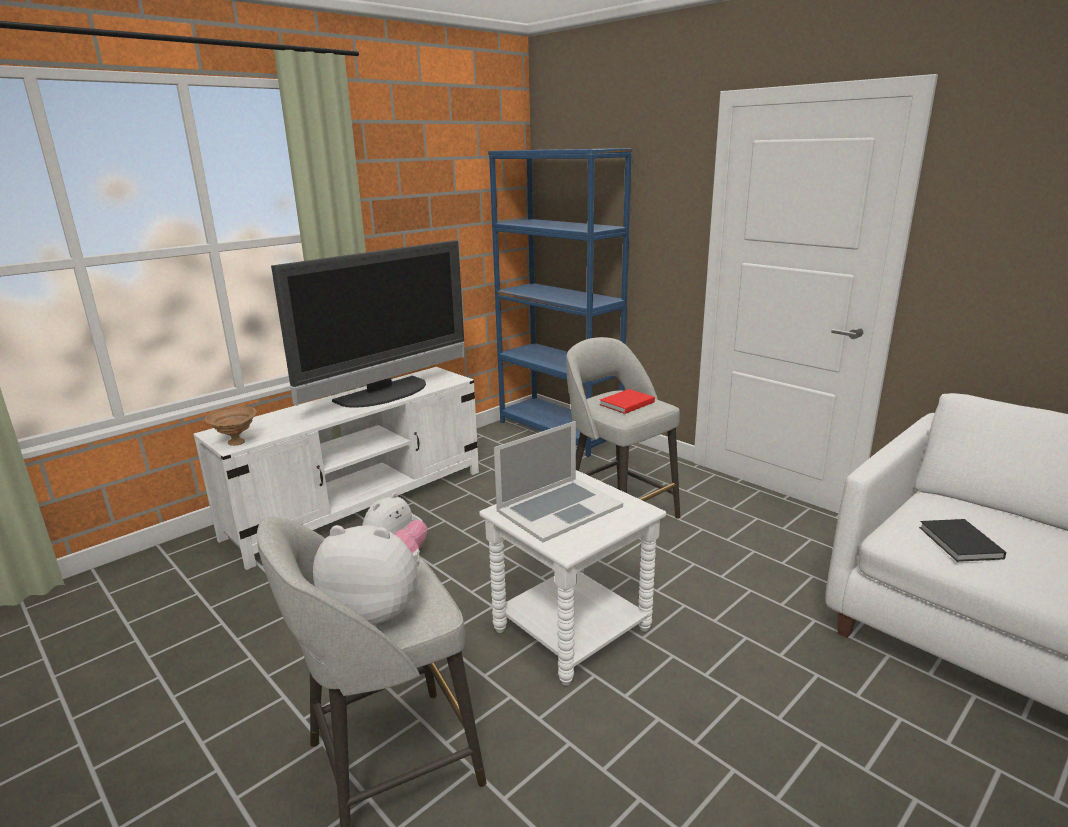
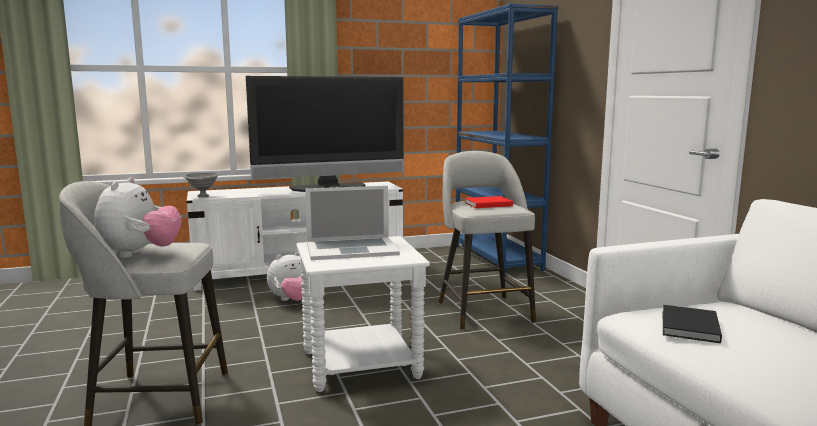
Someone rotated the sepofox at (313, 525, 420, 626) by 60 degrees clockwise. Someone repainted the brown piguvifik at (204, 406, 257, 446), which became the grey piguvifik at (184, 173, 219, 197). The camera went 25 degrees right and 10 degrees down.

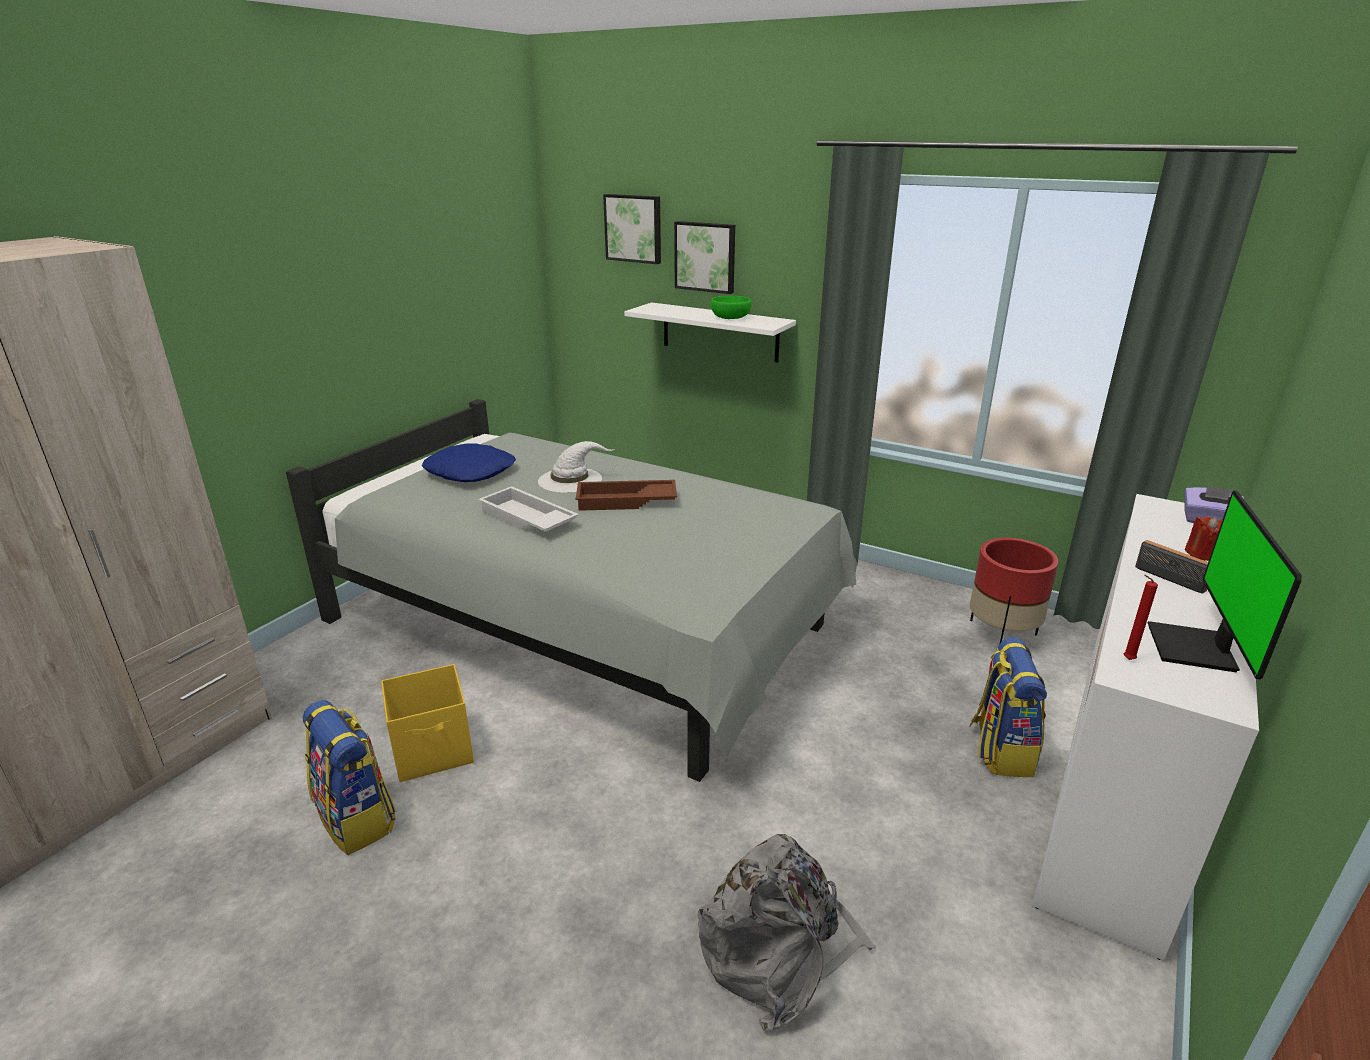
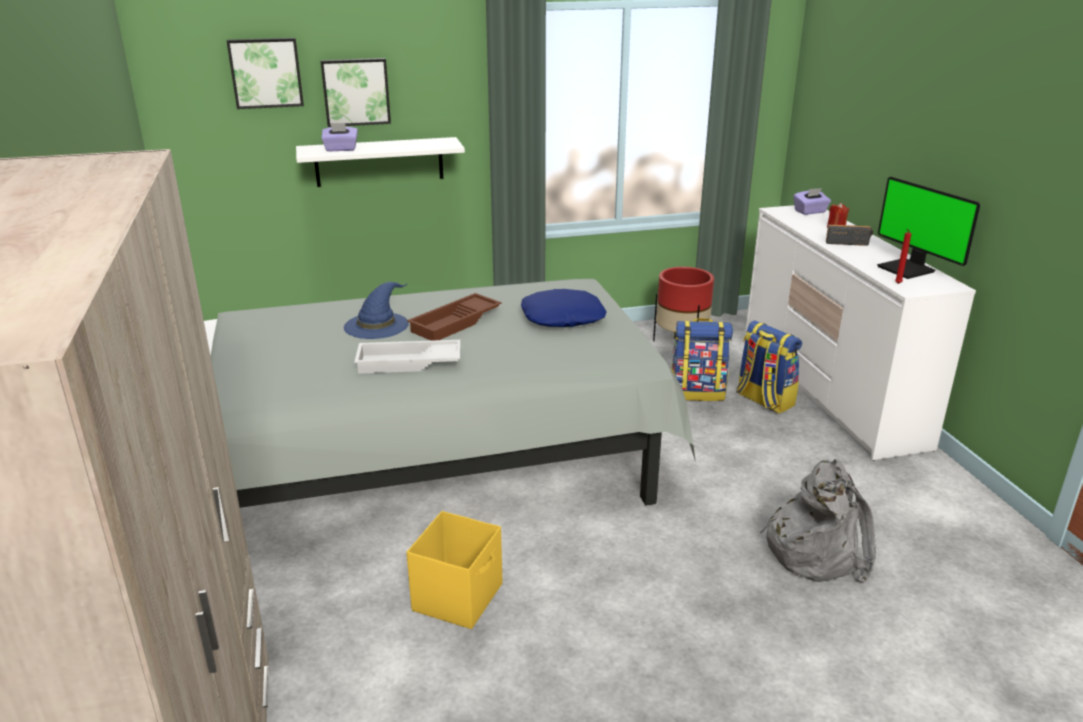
Someone put down the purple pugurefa at (321, 123, 358, 151). Someone repainted the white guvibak at (538, 441, 615, 493), which became the blue guvibak at (344, 282, 409, 339). Someone carried the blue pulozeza from (422, 443, 516, 482) to (521, 289, 607, 327). Someone carried the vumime from (303, 700, 396, 855) to (672, 318, 733, 401). Someone took away the green piguvifik at (711, 296, 751, 319). The camera went 45 degrees left and 0 degrees up.

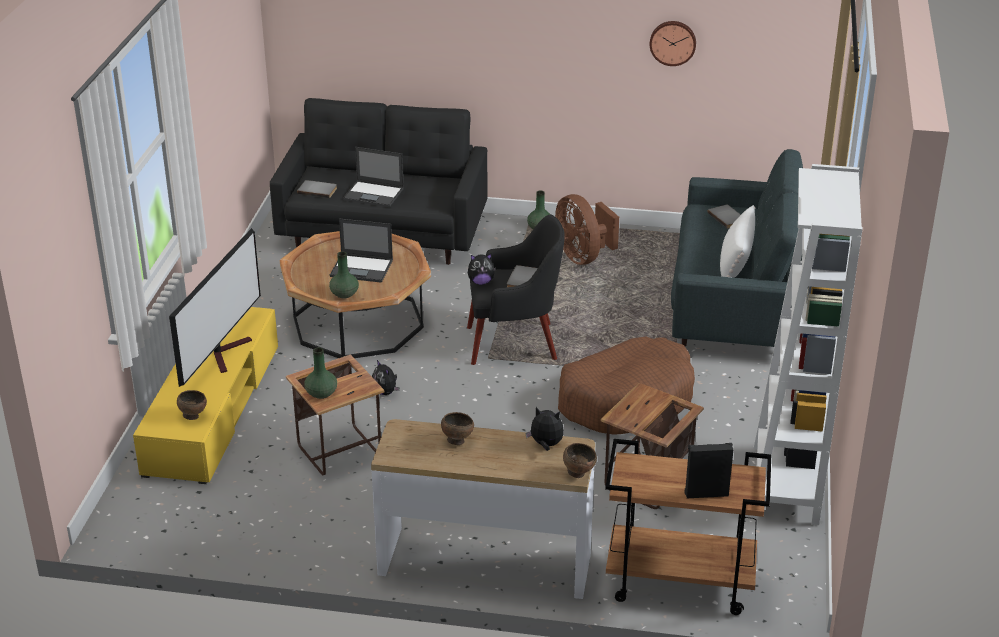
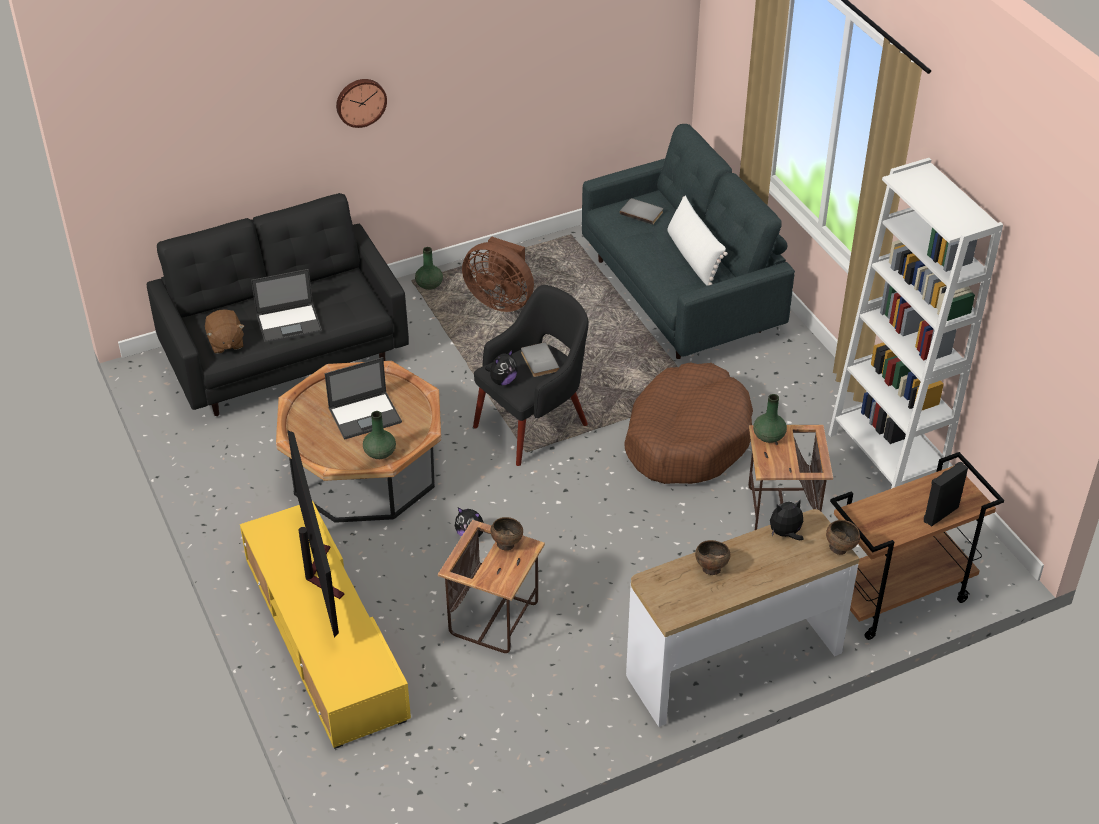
Someone swapped the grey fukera at (297, 180, 337, 198) for the brown sepofox at (205, 309, 244, 354). Someone carried the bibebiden from (650, 21, 696, 66) to (336, 79, 387, 128). Someone carried the brown piguvifik from (177, 390, 207, 420) to (490, 517, 523, 550). Someone carried the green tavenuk from (304, 347, 337, 399) to (753, 394, 787, 443). The camera went 35 degrees left and 10 degrees up.

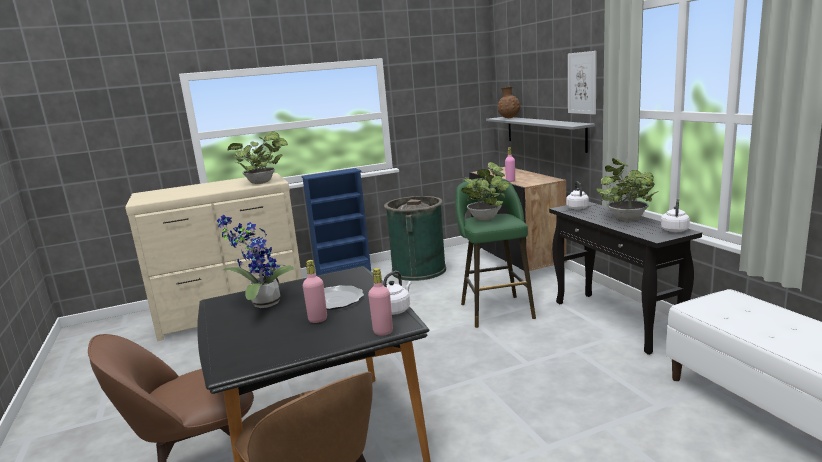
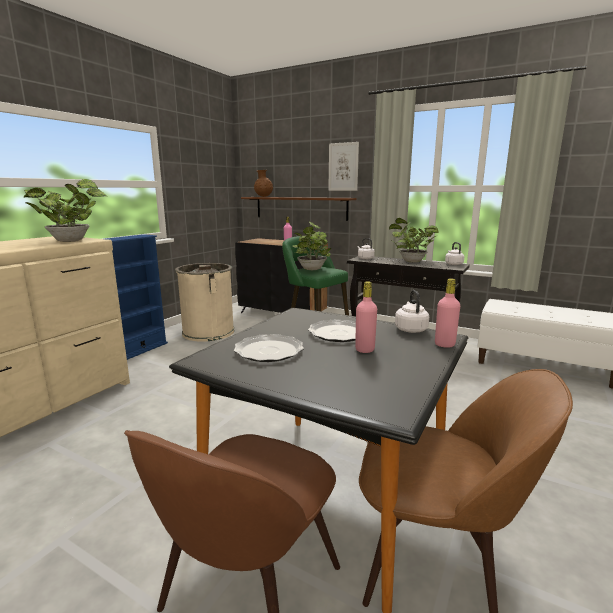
Someone repainted the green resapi at (384, 196, 446, 281), which became the beige resapi at (175, 263, 234, 342). Someone swapped the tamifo at (217, 215, 294, 308) for the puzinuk at (234, 334, 304, 362). Someone repainted the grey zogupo at (486, 117, 595, 153), which became the brown zogupo at (241, 197, 356, 221). The camera went 40 degrees left and 0 degrees up.

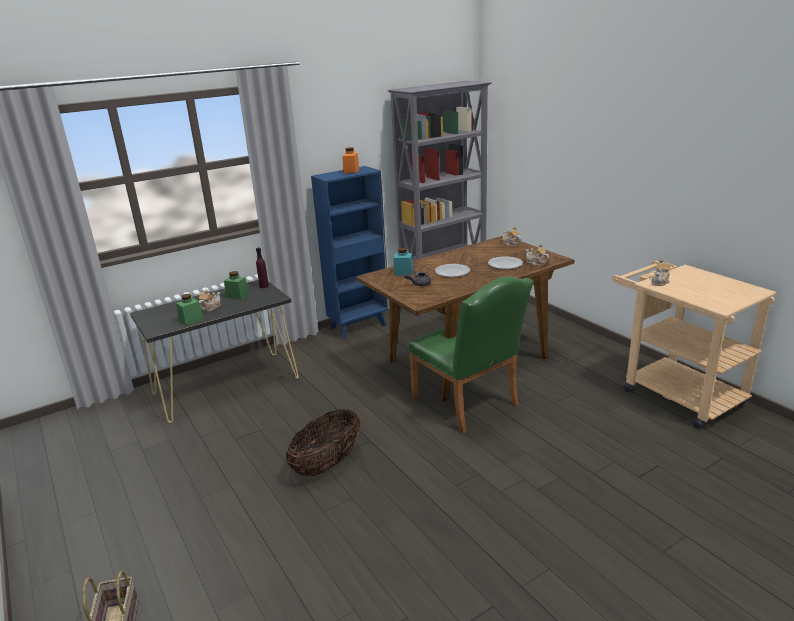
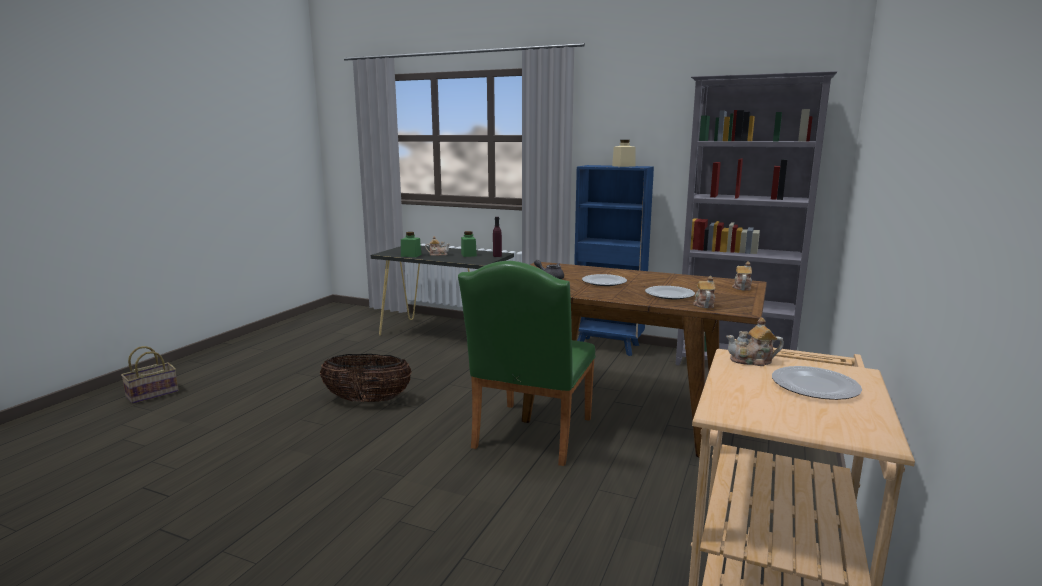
Someone repainted the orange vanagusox at (342, 147, 359, 173), which became the beige vanagusox at (612, 140, 636, 167). Someone put down the puzinuk at (772, 366, 862, 400). Someone took away the turquoise vanagusox at (394, 248, 413, 276). The camera went 55 degrees right and 10 degrees down.

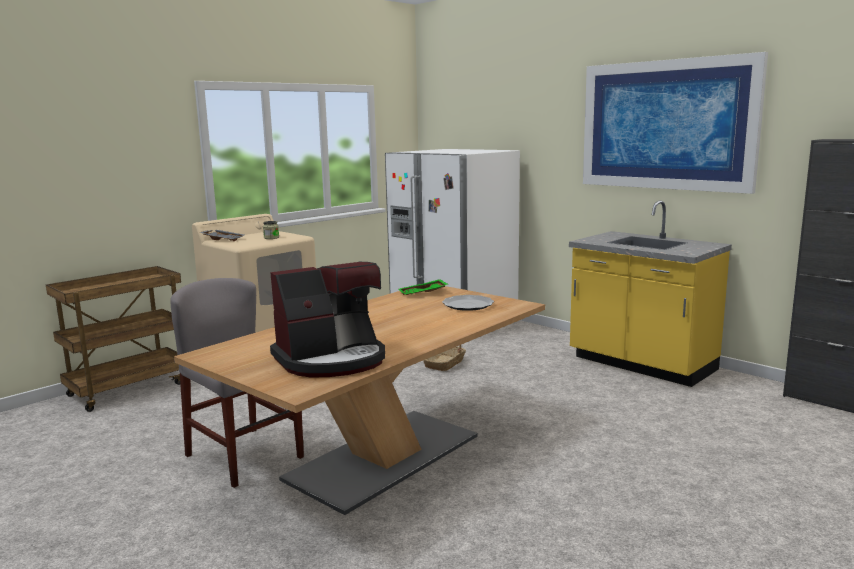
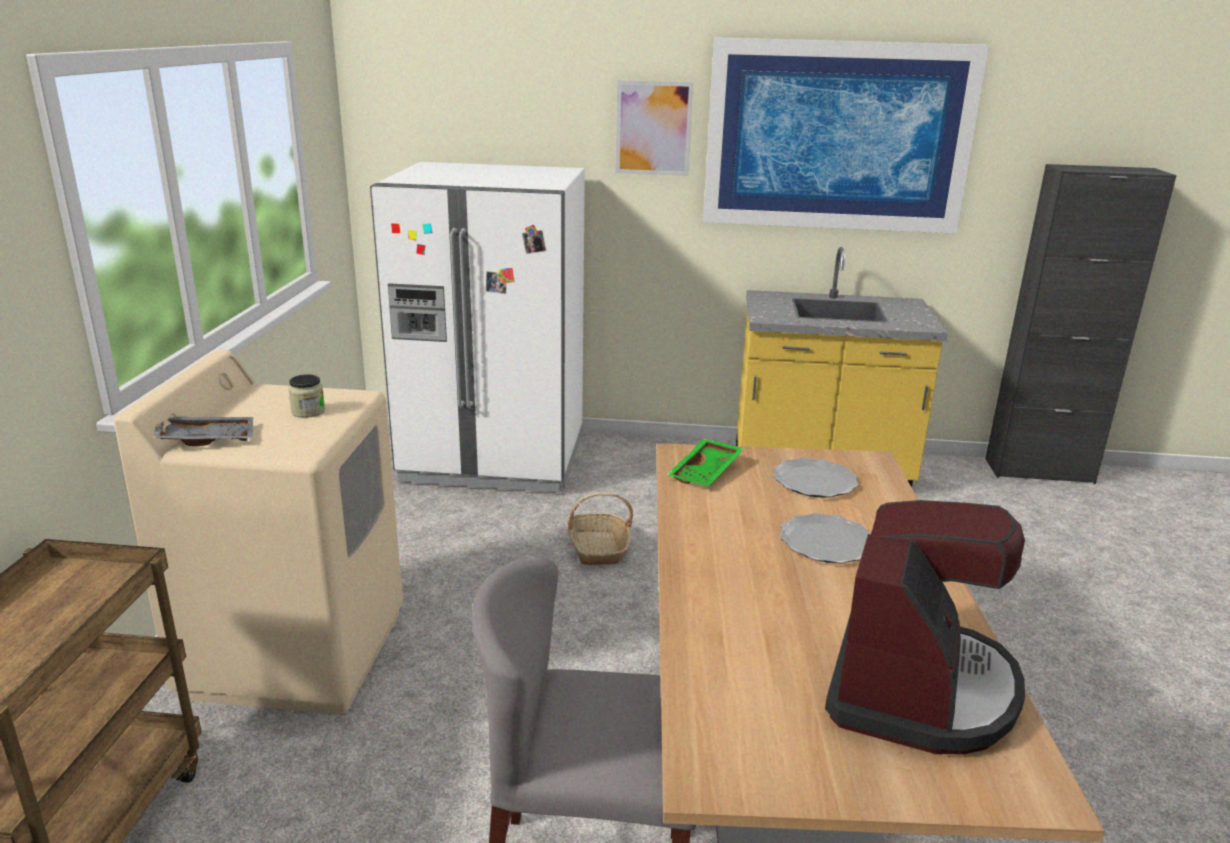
Someone put up the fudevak at (615, 80, 693, 176). Someone put down the puzinuk at (780, 513, 871, 563). The camera went 40 degrees left and 10 degrees up.

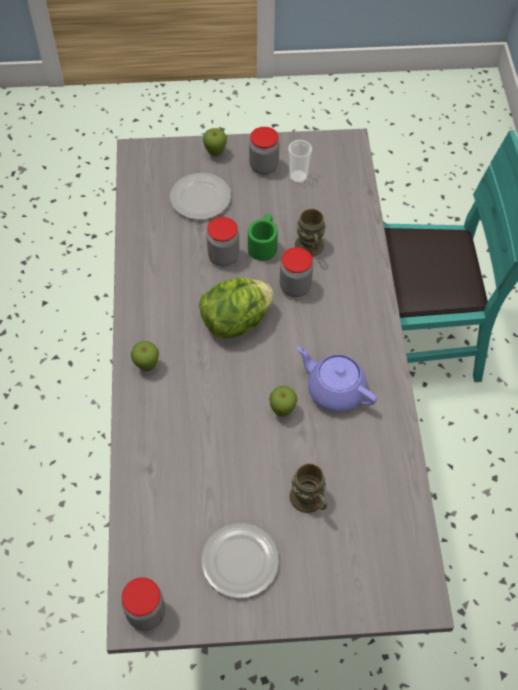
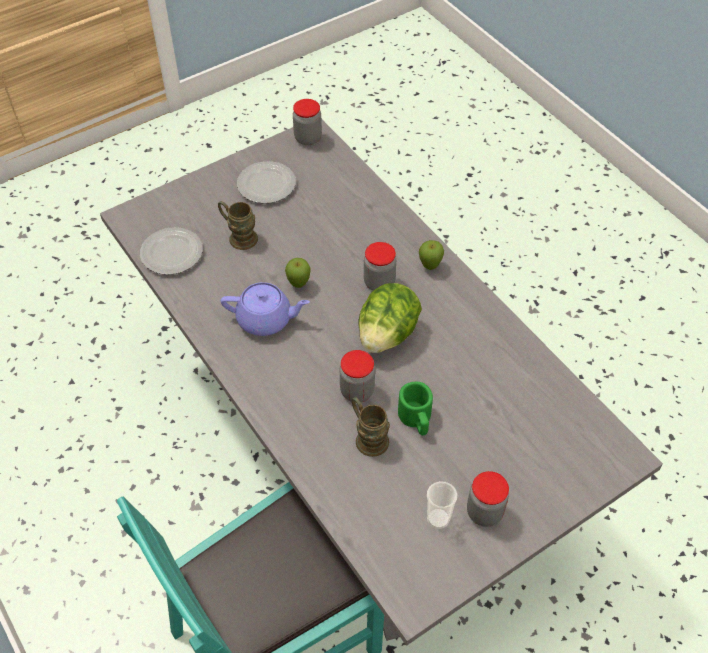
Someone carried the puzinuk from (170, 173, 231, 220) to (140, 227, 203, 275). Someone carried the vanagusox from (207, 217, 239, 266) to (364, 242, 396, 291). Someone took away the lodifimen at (203, 128, 227, 156). The camera went 150 degrees right and 5 degrees down.

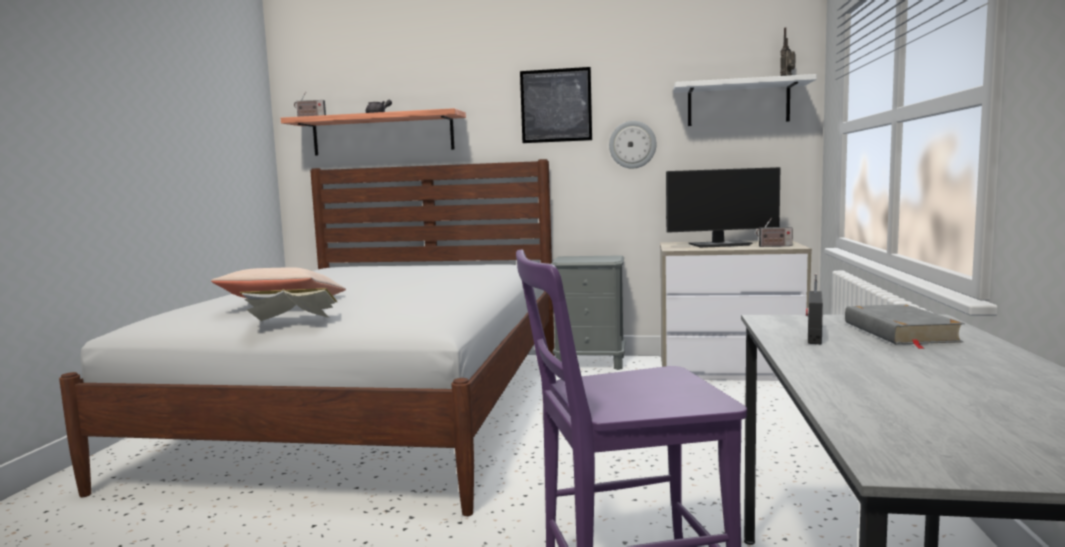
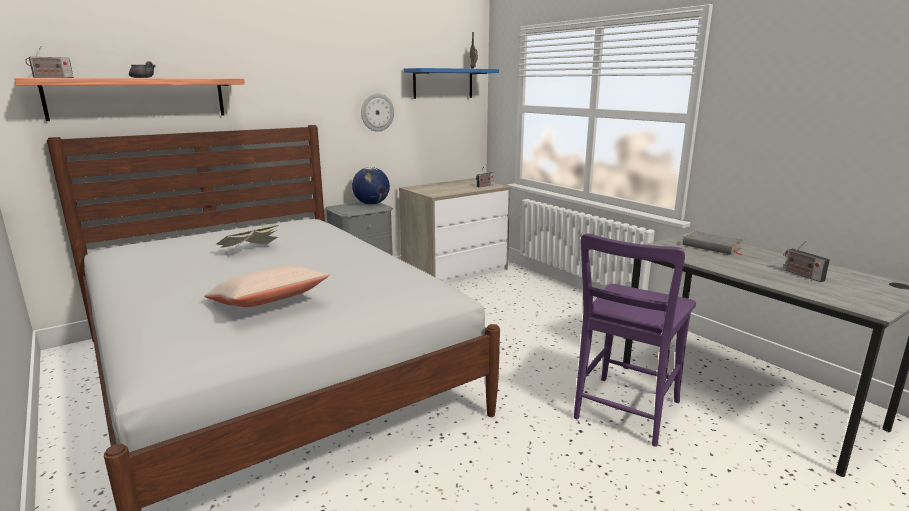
Someone carried the fukera from (240, 288, 337, 321) to (216, 225, 279, 249). Someone put down the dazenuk at (352, 167, 390, 205). Someone repainted the white zogupo at (673, 74, 817, 126), which became the blue zogupo at (404, 68, 499, 99). Someone carried the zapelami from (806, 273, 823, 344) to (785, 241, 830, 282). Someone took away the fudevak at (520, 67, 592, 143). Someone took away the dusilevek at (666, 167, 780, 248). The camera went 45 degrees left and 10 degrees up.

